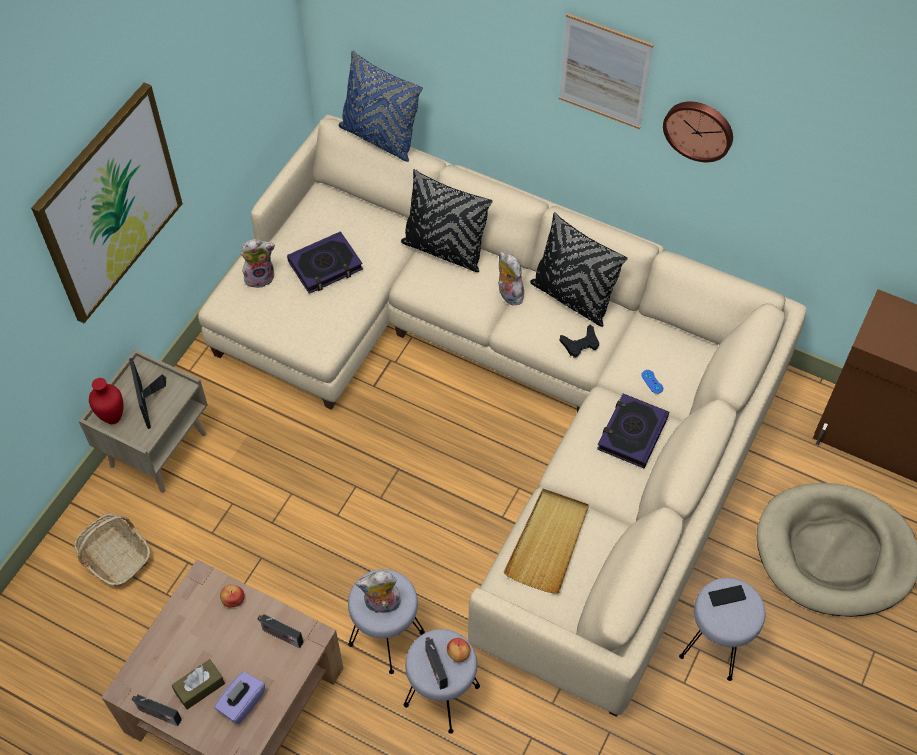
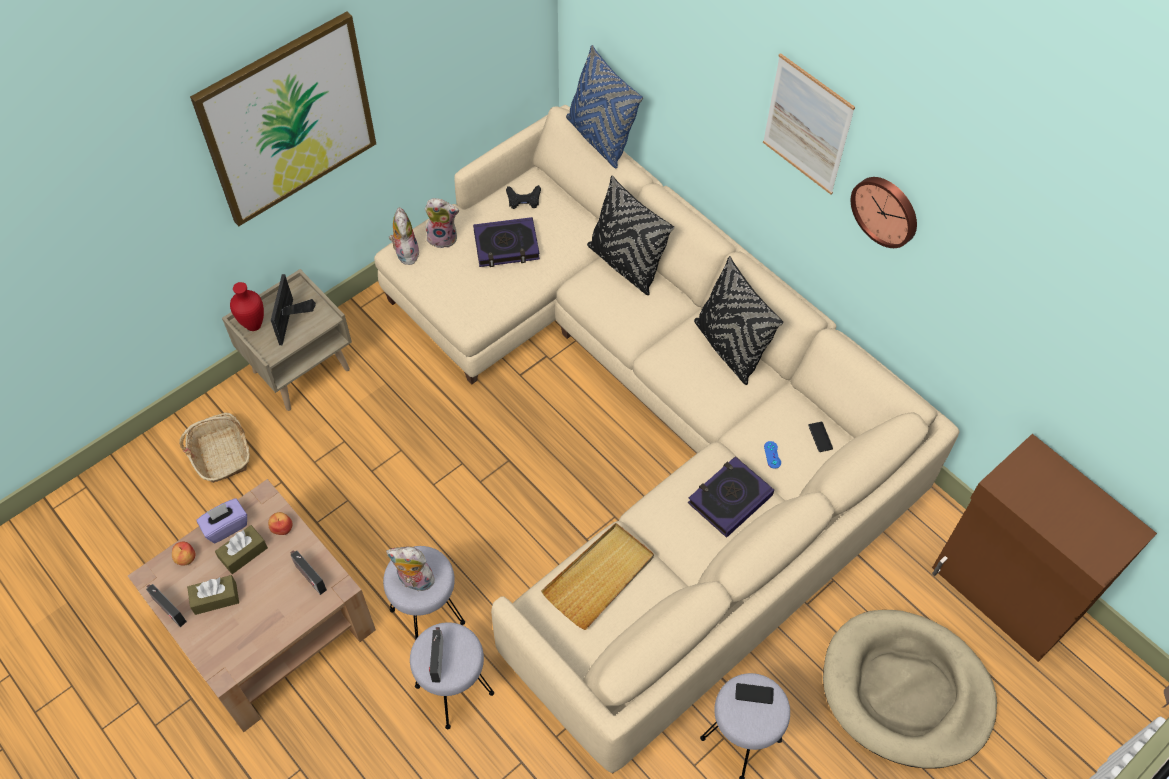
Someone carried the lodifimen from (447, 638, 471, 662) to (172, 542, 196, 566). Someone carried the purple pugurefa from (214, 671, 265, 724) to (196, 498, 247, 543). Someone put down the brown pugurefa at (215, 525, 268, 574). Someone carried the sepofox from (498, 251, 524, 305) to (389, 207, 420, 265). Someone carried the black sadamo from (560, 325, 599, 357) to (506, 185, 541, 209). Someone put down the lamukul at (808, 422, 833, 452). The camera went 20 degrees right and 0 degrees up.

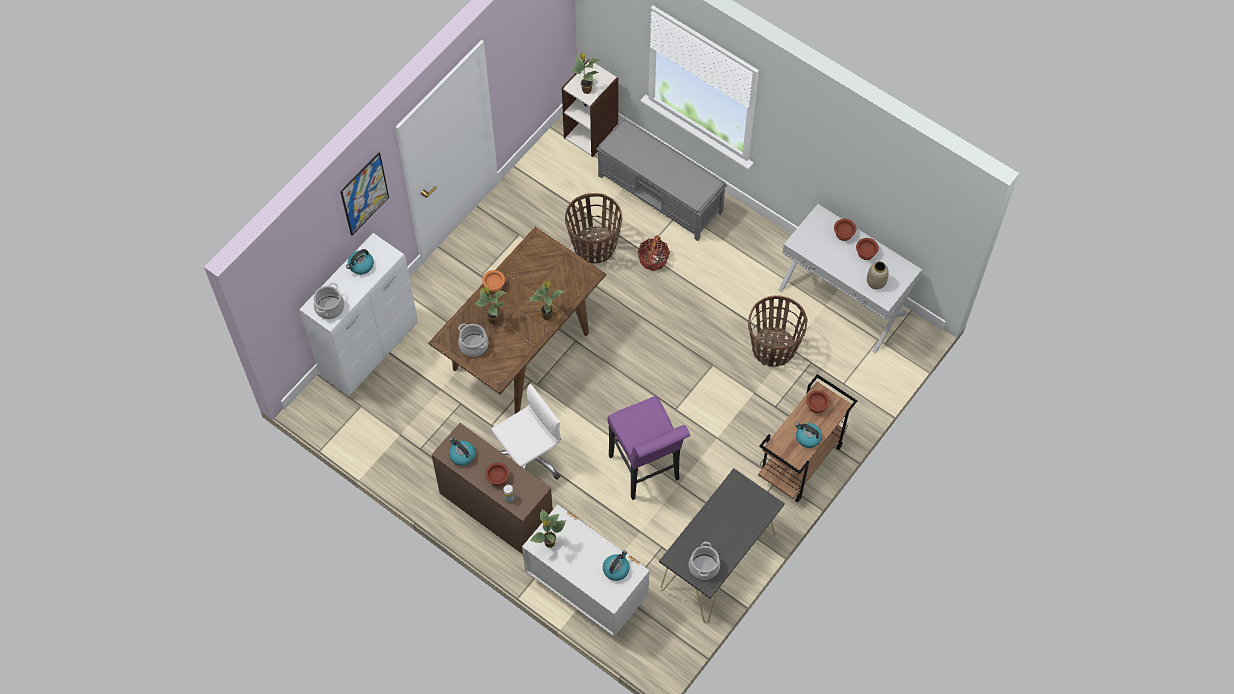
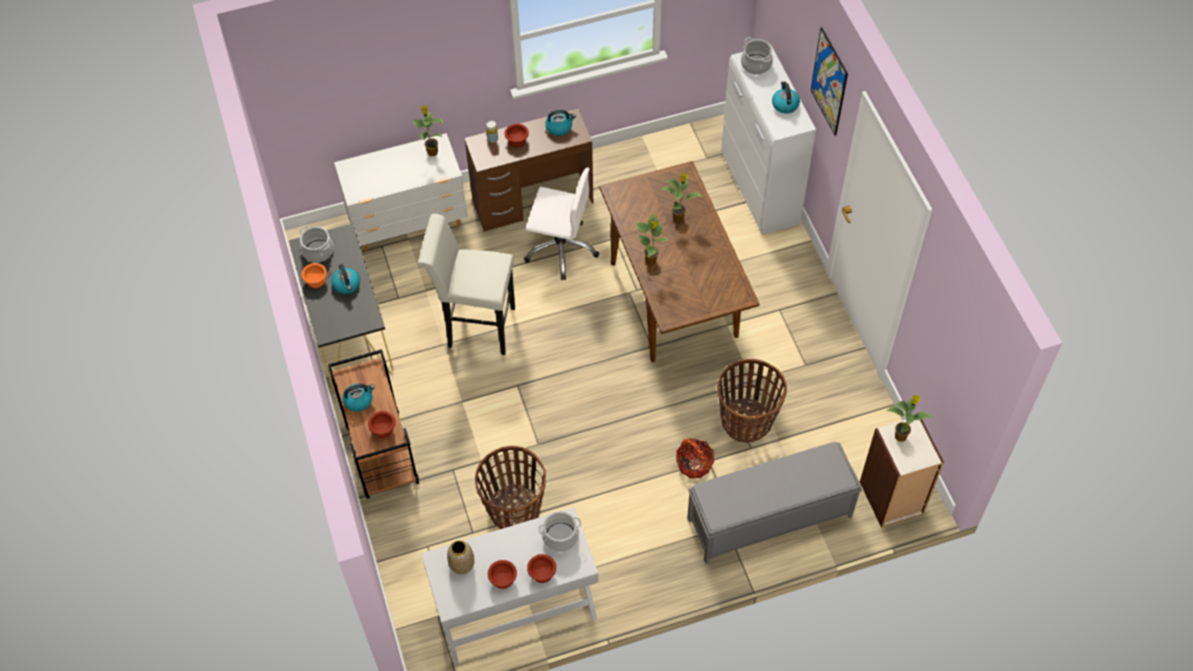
Someone carried the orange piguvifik from (482, 270, 505, 293) to (301, 263, 327, 288). Someone carried the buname from (603, 550, 630, 581) to (332, 264, 360, 294). Someone repainted the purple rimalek at (607, 396, 690, 500), which became the white rimalek at (418, 214, 515, 355). Someone rotated the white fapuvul at (491, 384, 561, 480) by 75 degrees counterclockwise. Someone carried the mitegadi from (458, 323, 489, 357) to (538, 511, 581, 552). The camera went 125 degrees right and 5 degrees down.

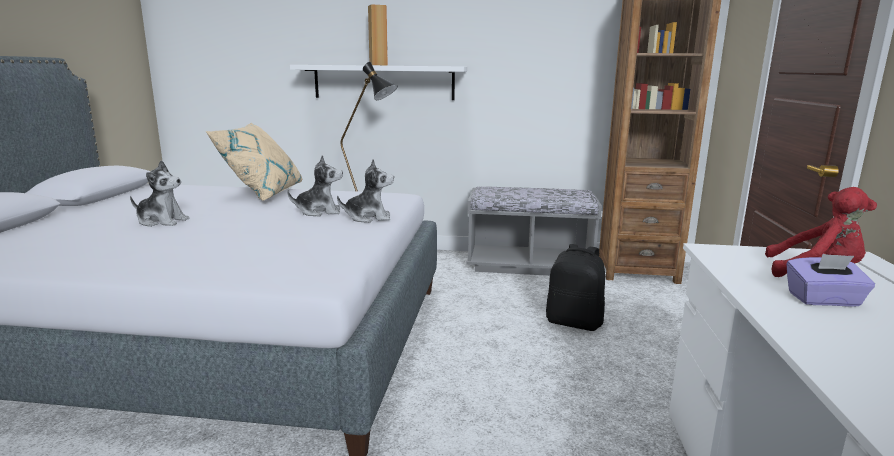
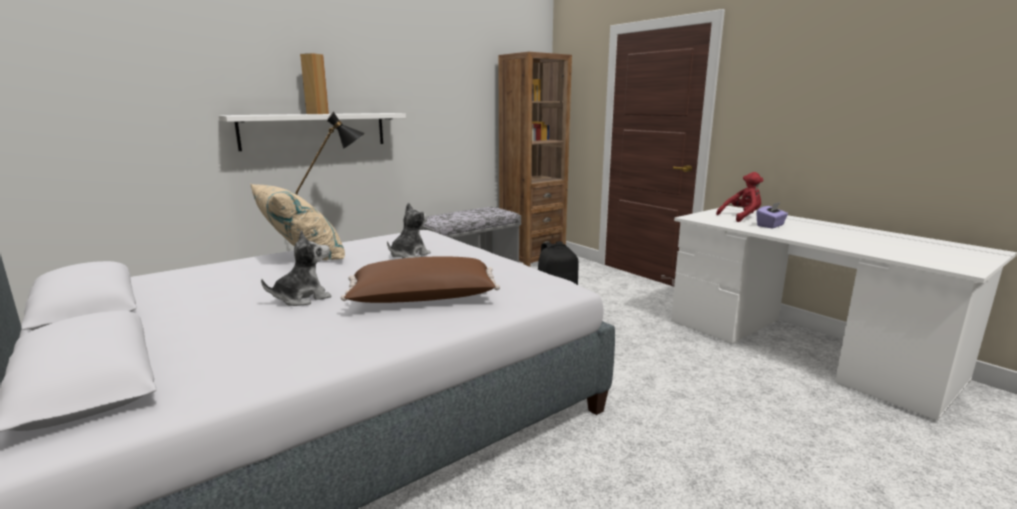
Someone put down the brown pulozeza at (341, 257, 500, 303). Someone took away the sepofox at (337, 159, 394, 223). The camera went 45 degrees left and 0 degrees up.

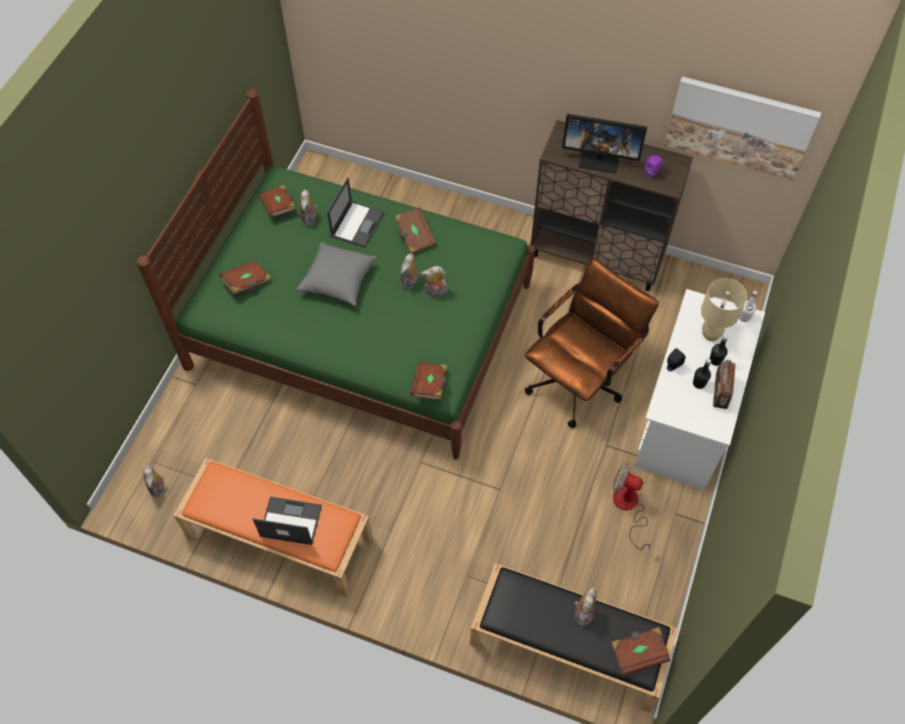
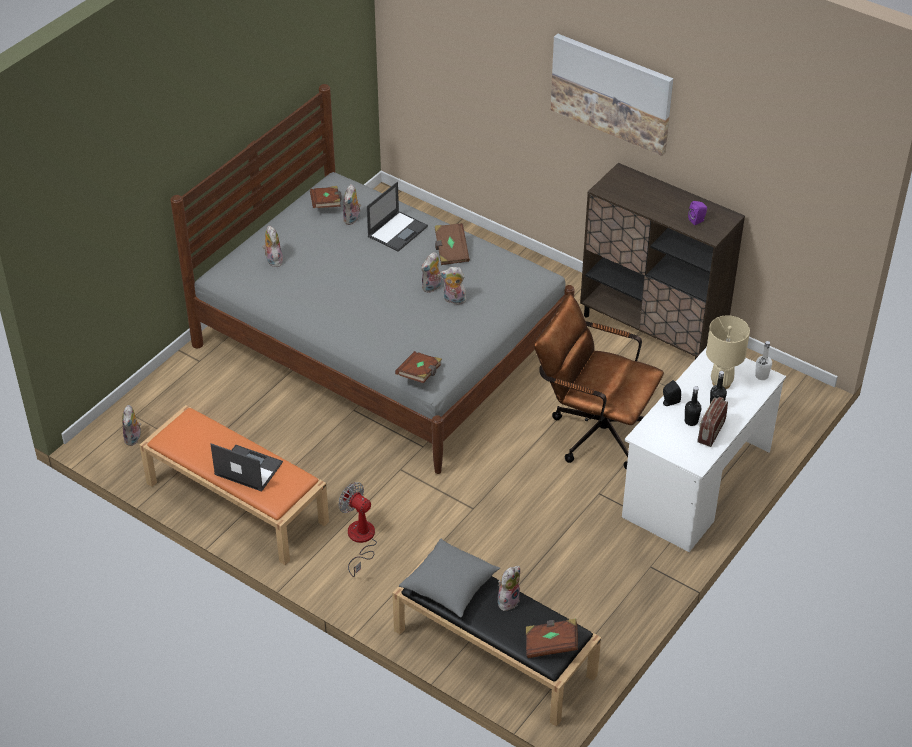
Someone repainted the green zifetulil at (136, 89, 535, 460), which became the grey zifetulil at (170, 84, 575, 474). Someone swapped the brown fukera at (219, 260, 271, 295) for the sepofox at (262, 226, 283, 267). Someone carried the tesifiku from (613, 462, 652, 550) to (338, 482, 377, 577). Someone carried the grey pulozeza from (296, 242, 377, 306) to (399, 539, 500, 618). Someone rotated the brown fapuvul at (525, 258, 659, 428) by 120 degrees counterclockwise. Someone carried the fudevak from (664, 76, 821, 181) to (550, 34, 673, 156). Someone took away the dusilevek at (562, 114, 647, 174). The camera went 15 degrees right and 15 degrees down.

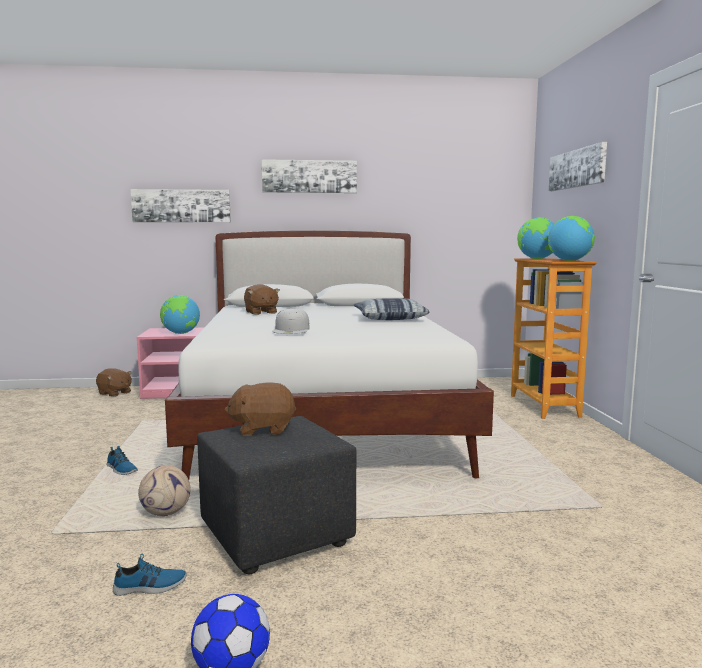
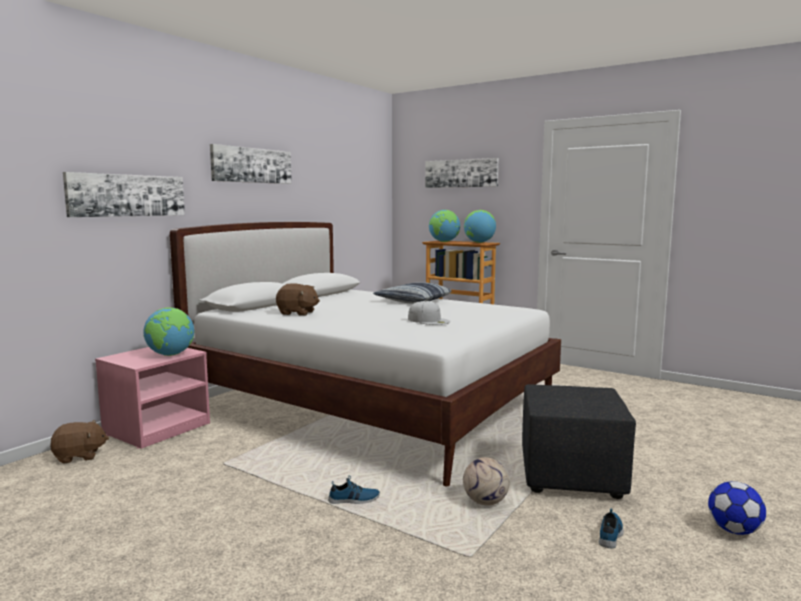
Someone took away the brown sepofox at (224, 383, 296, 436). The camera went 50 degrees left and 0 degrees up.

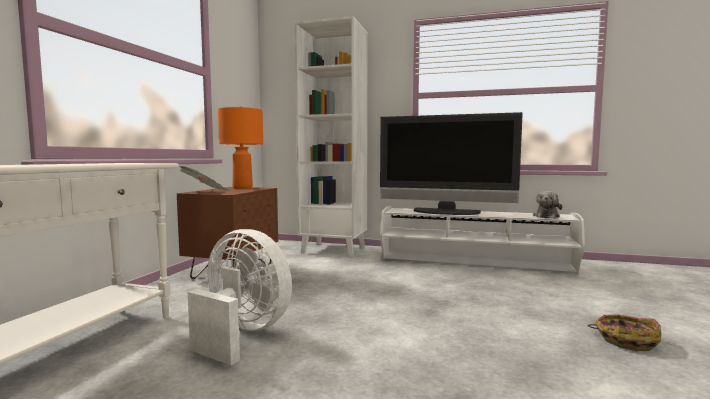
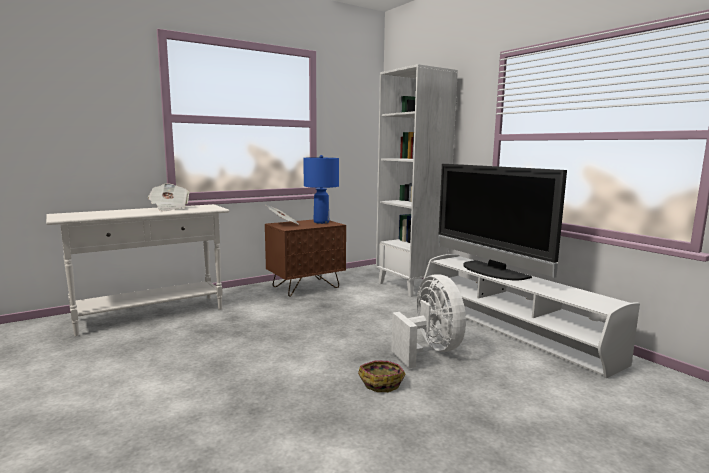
Someone put down the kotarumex at (148, 184, 190, 211). Someone repainted the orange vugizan at (218, 106, 263, 189), which became the blue vugizan at (303, 155, 339, 224). Someone carried the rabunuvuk from (587, 315, 661, 351) to (358, 360, 406, 392). Someone carried the white tesifiku from (188, 229, 292, 365) to (391, 274, 466, 368). Someone took away the sepofox at (533, 191, 563, 219). The camera went 40 degrees right and 5 degrees up.

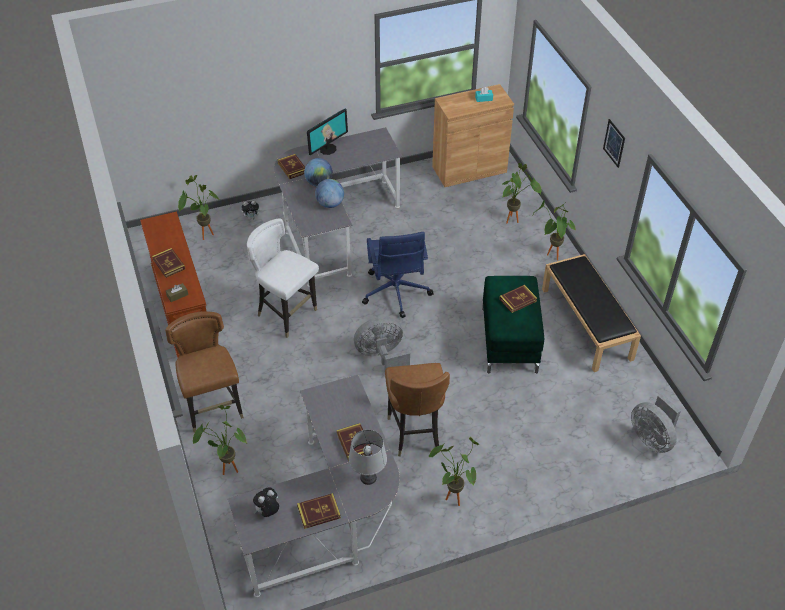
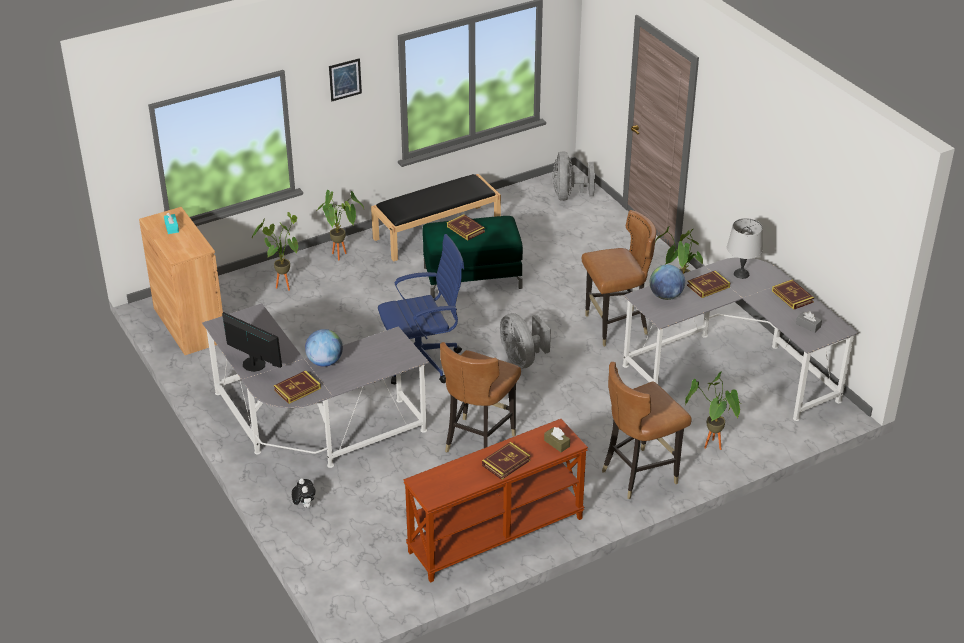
Someone repainted the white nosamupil at (247, 219, 319, 338), which became the brown nosamupil at (440, 342, 521, 453). Someone rotated the grey tesifiku at (631, 393, 681, 453) by 135 degrees clockwise. Someone carried the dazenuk from (315, 179, 344, 208) to (650, 264, 685, 300). Someone swapped the sepofox at (253, 487, 279, 517) for the grey pugurefa at (796, 311, 822, 333). Someone took away the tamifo at (178, 175, 219, 240). The camera went 100 degrees left and 10 degrees down.

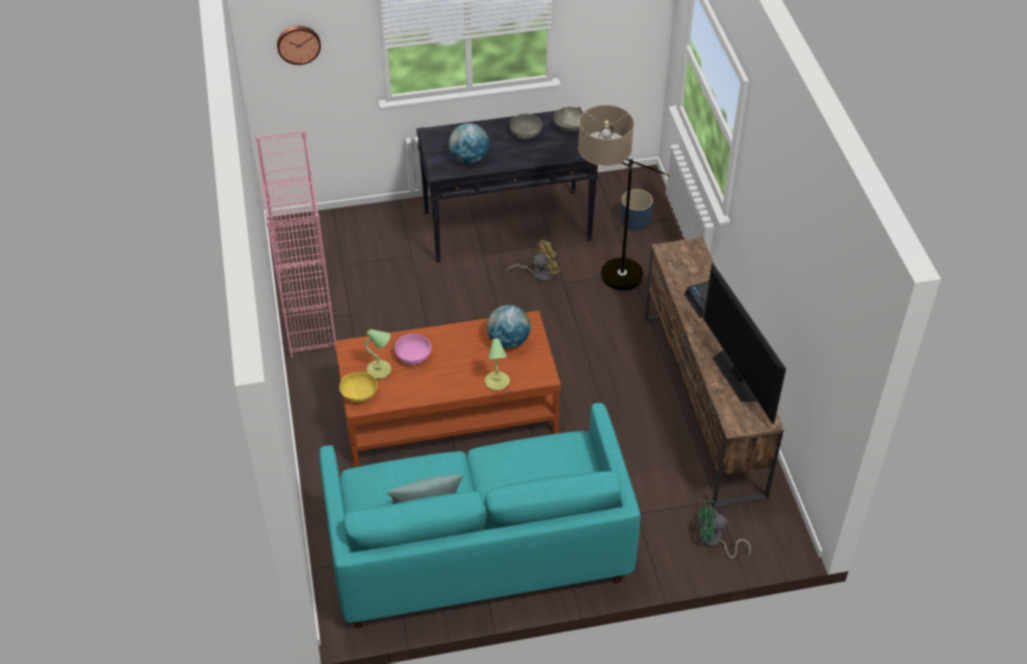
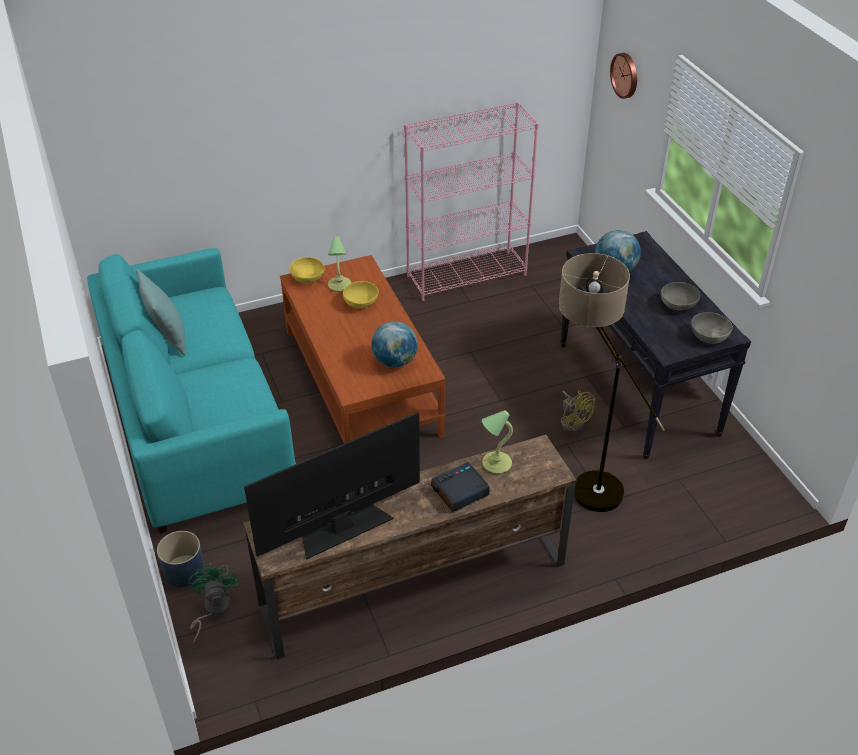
Someone carried the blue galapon from (621, 189, 653, 231) to (157, 531, 204, 587). Someone repainted the pink piguvifik at (395, 334, 432, 365), which became the yellow piguvifik at (343, 281, 378, 308). Someone carried the vugizan from (485, 339, 510, 390) to (482, 410, 513, 473). The camera went 80 degrees right and 5 degrees down.

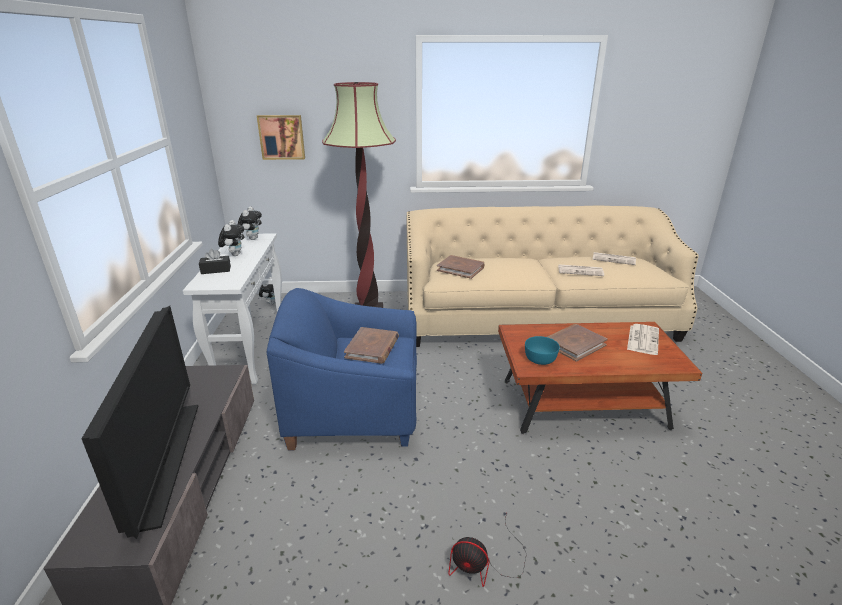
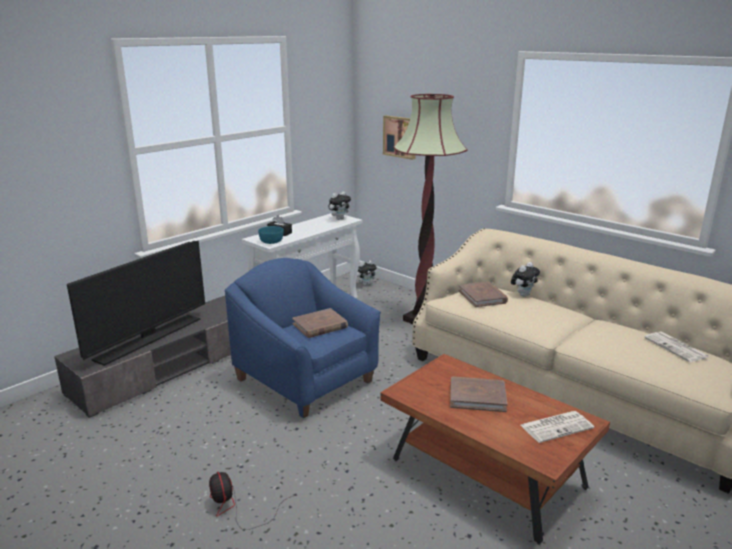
Someone carried the turquoise piguvifik from (525, 336, 560, 365) to (258, 226, 284, 244). Someone carried the sepofox from (218, 220, 244, 256) to (511, 262, 540, 297). Someone took away the kotarumex at (558, 264, 604, 276). The camera went 45 degrees right and 5 degrees down.

